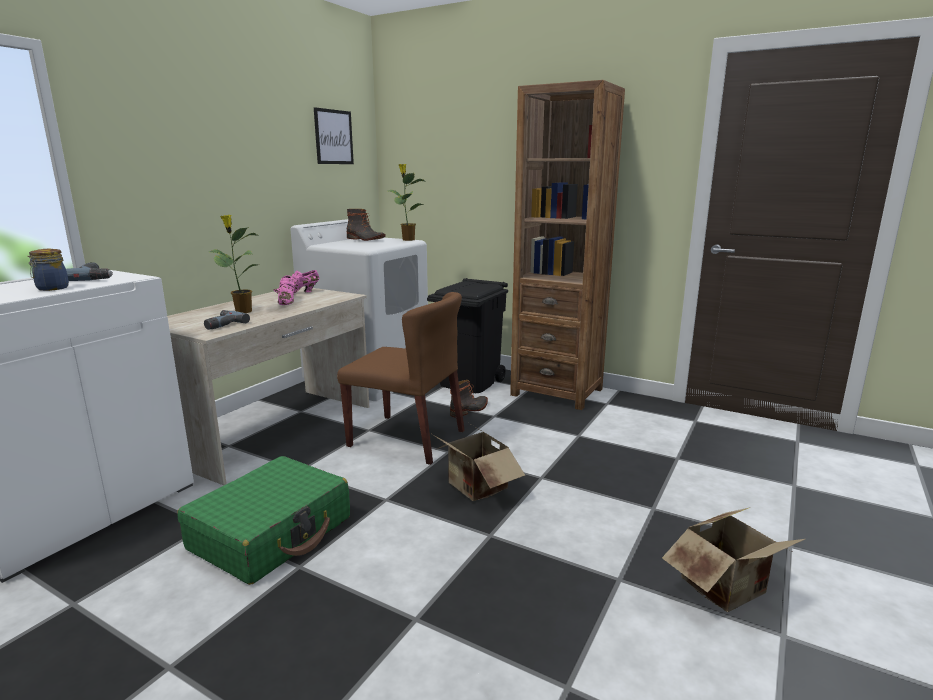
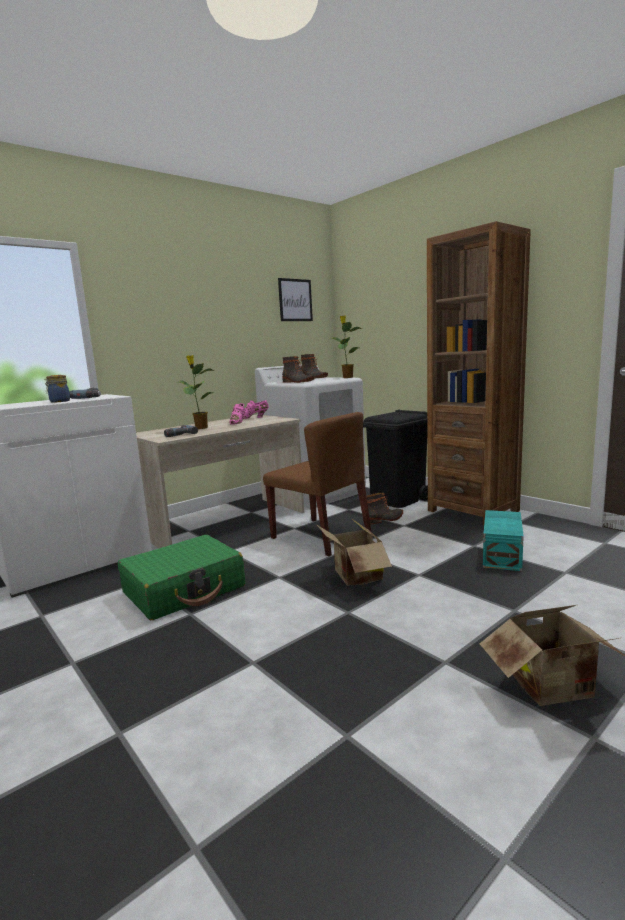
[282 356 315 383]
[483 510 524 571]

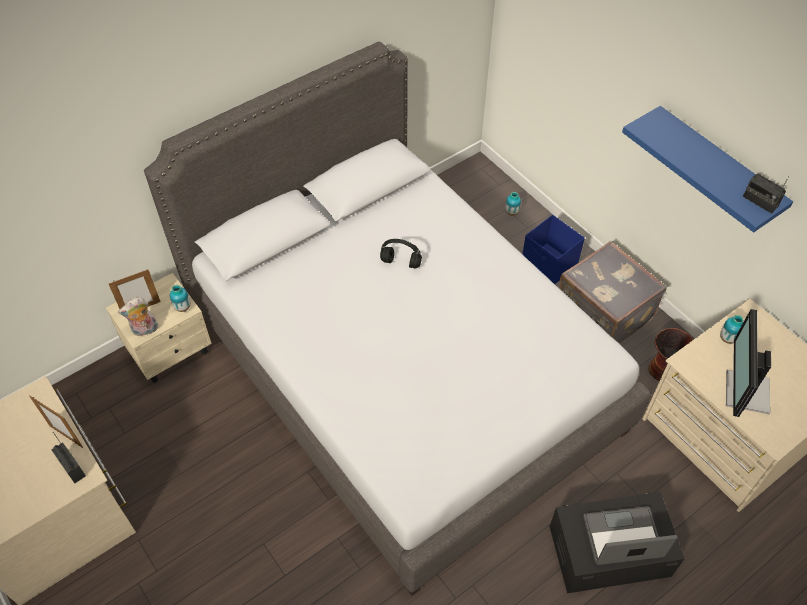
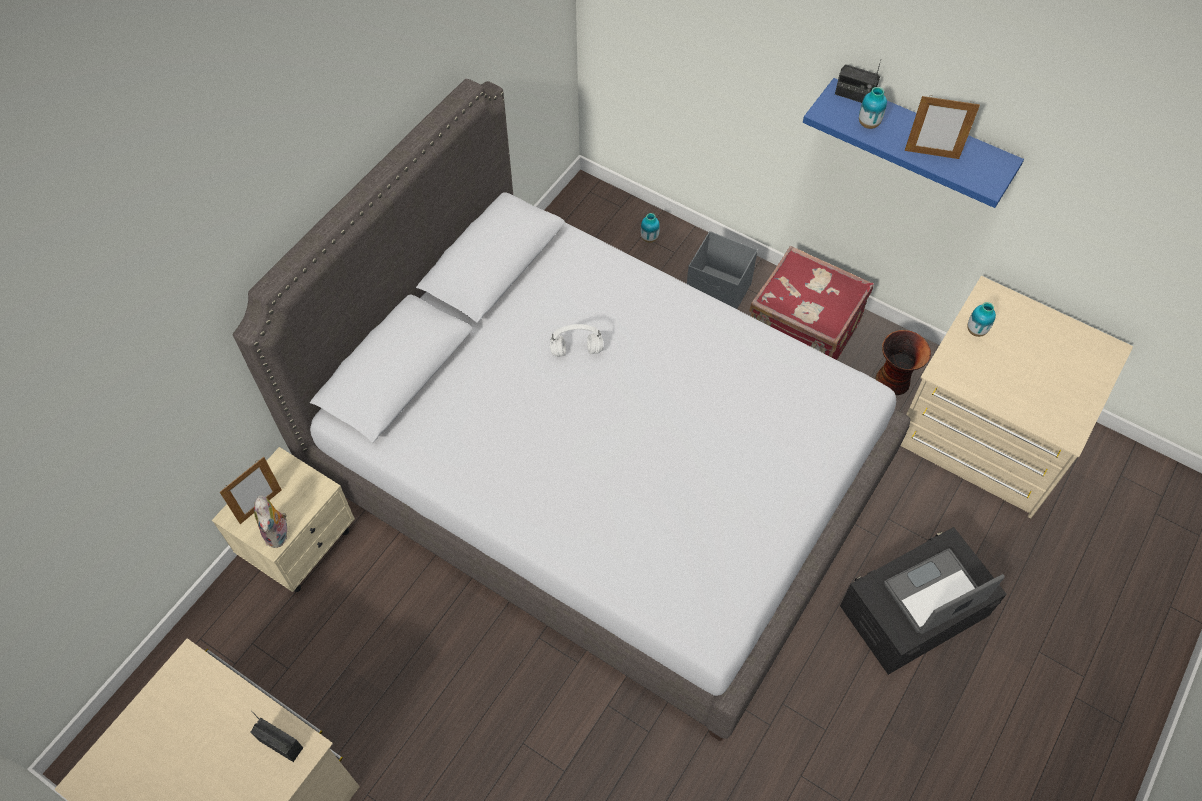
[835 60 881 103]
[687 231 758 309]
[550 324 603 357]
[749 246 874 360]
[859 87 887 129]
[254 495 287 548]
[726 309 771 417] (first image)
[905 96 980 159]

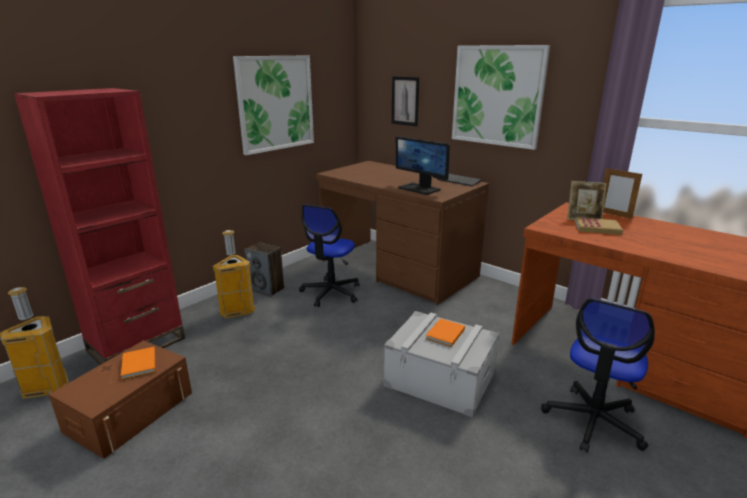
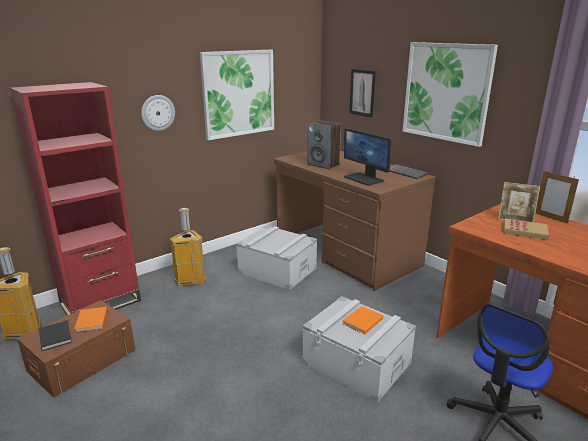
[236 225 317 290]
[307 120 341 169]
[141 95 175 131]
[39 321 72 351]

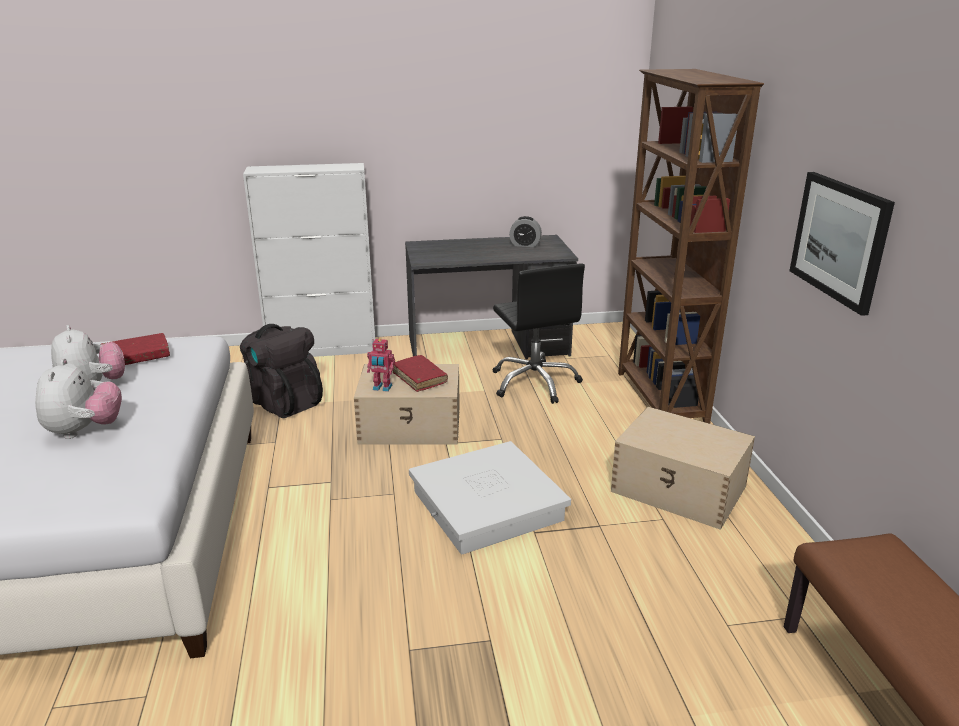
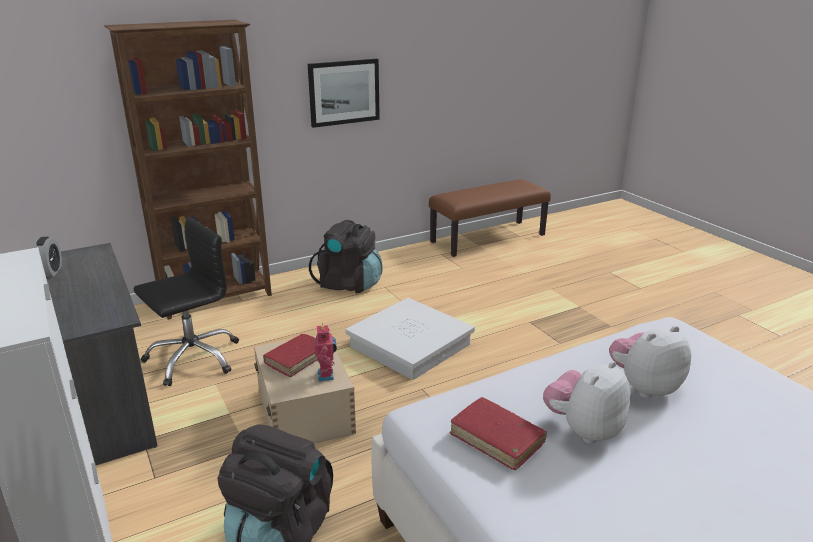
[309 220 383 293]

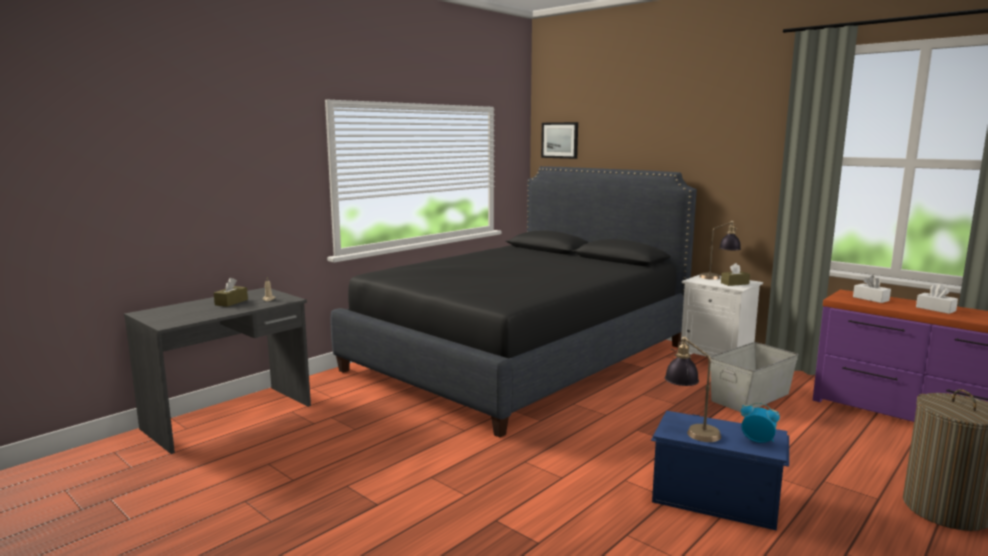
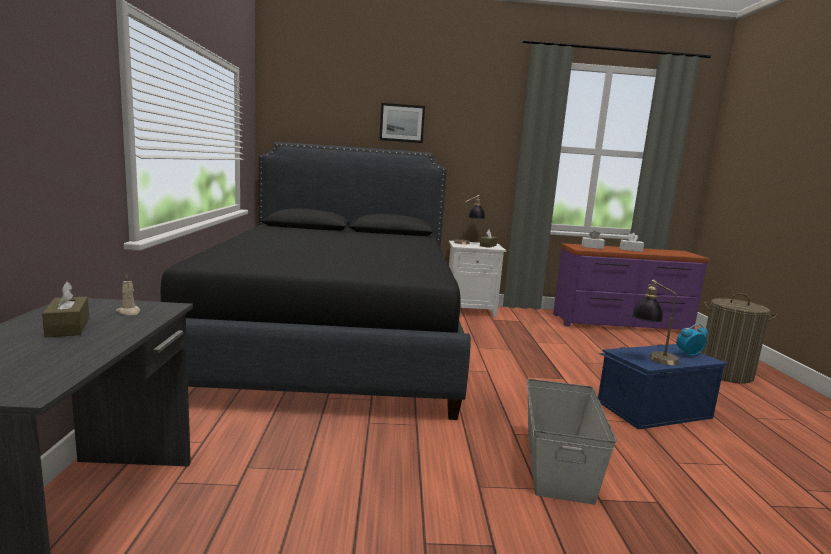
[380 103 425 143]
[527 379 616 505]

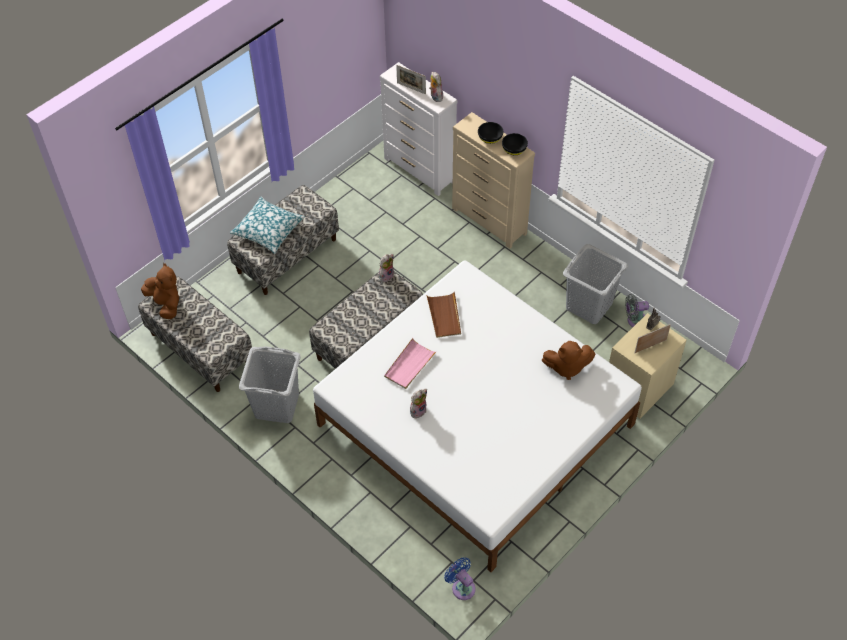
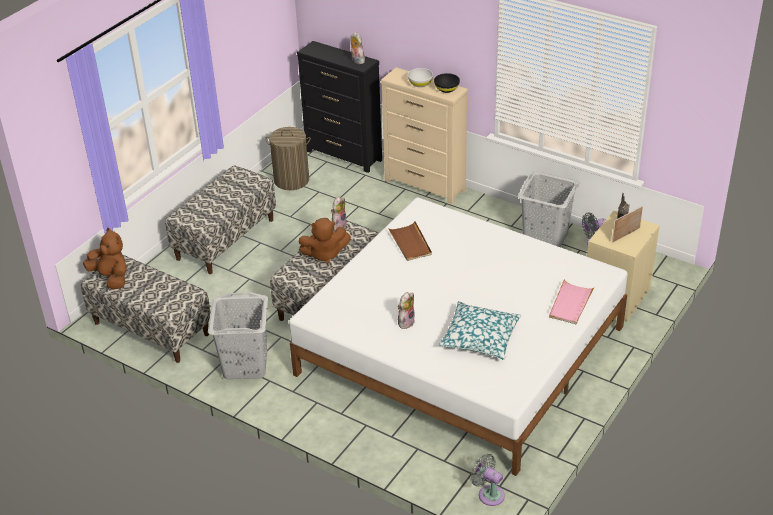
[297 41 382 173]
[396 65 426 94] (first image)
[408 68 433 87]
[439 301 521 360]
[549 279 595 324]
[299 218 351 264]
[471 454 505 506]
[265 127 311 190]

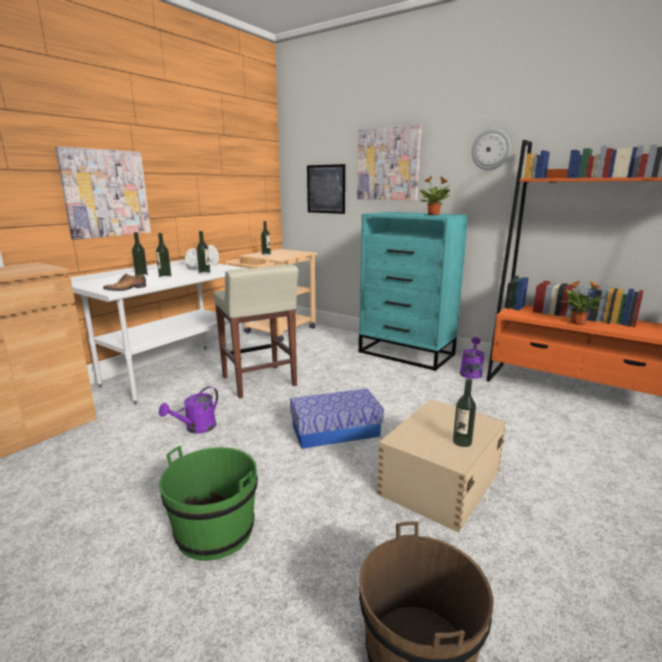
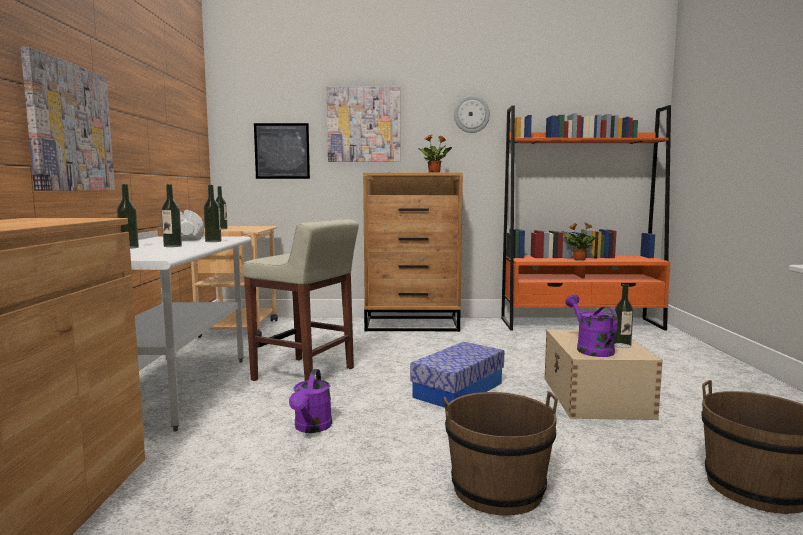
[363 173 463 332]
[103 274 146 291] (first image)
[565 295 618 357]
[444 391 558 516]

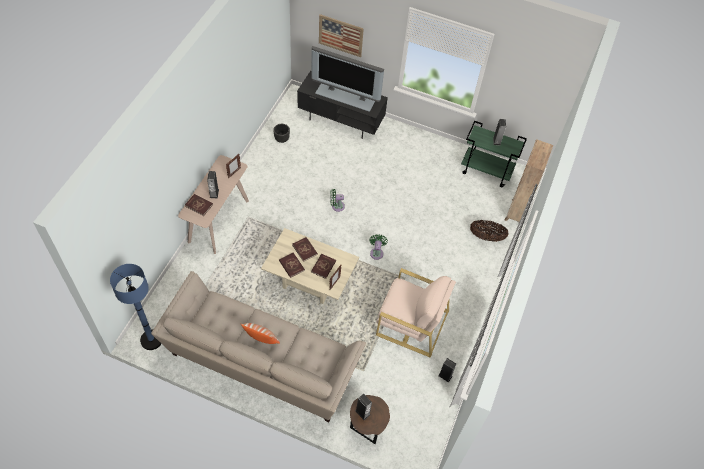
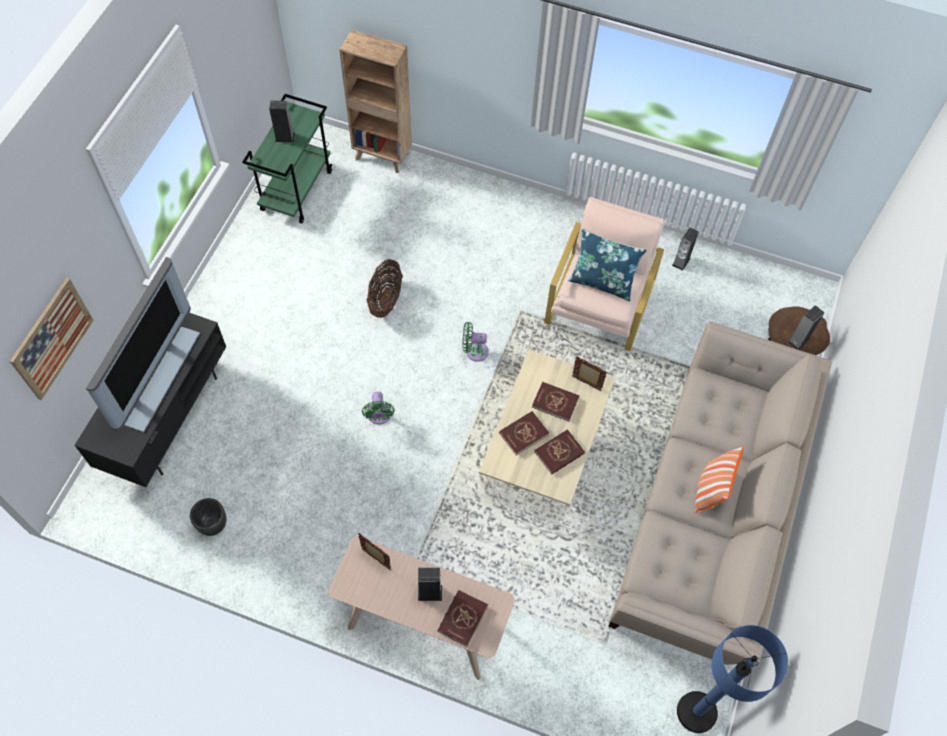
[367 259 403 318]
[568 229 647 302]

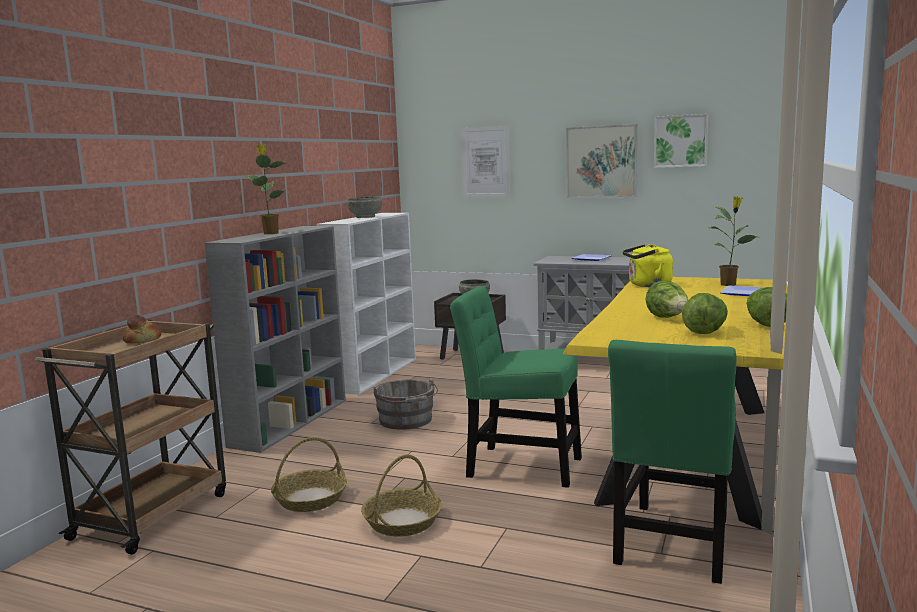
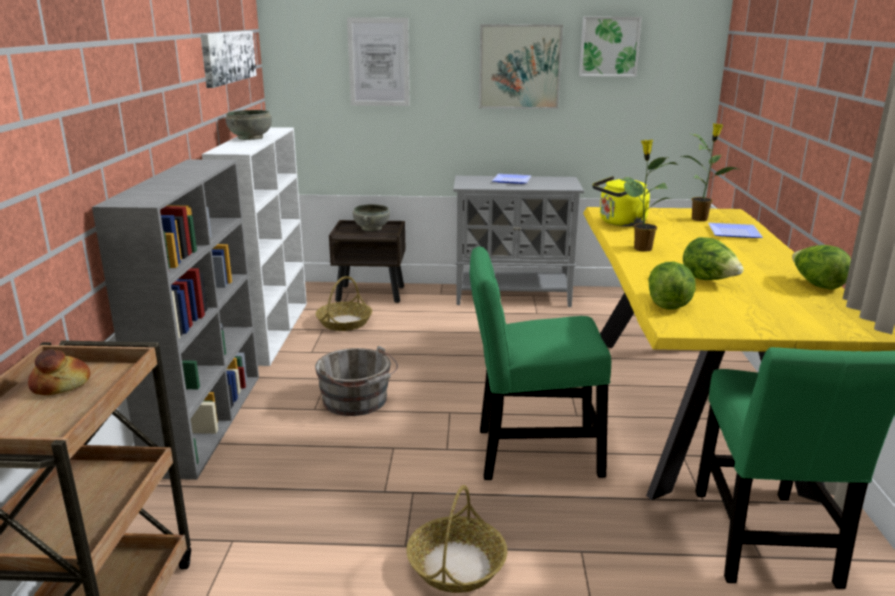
[620 139 679 252]
[648 262 696 310]
[316 276 372 331]
[201 31 257 88]

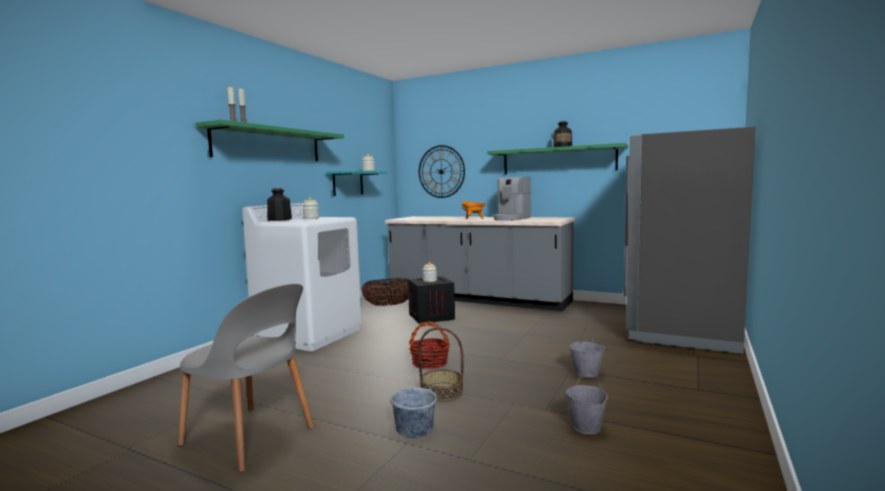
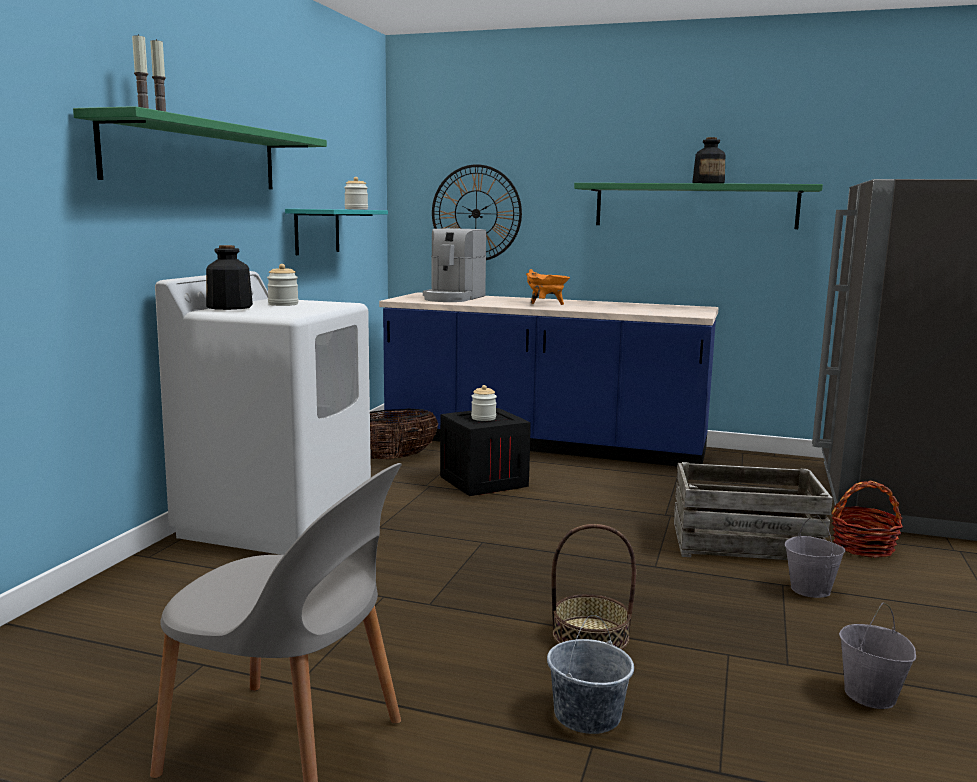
[423 228 486 302]
[379 292 718 467]
[832 481 903 558]
[674 462 833 560]

